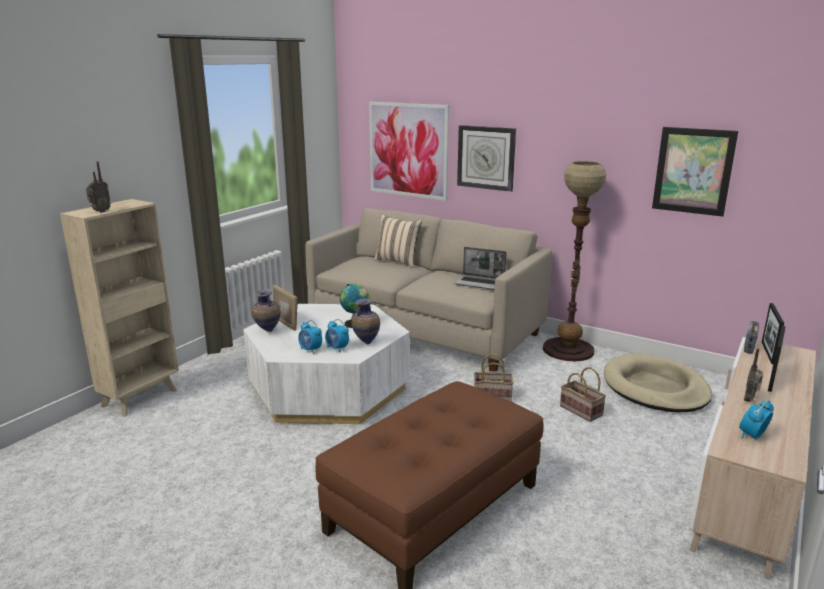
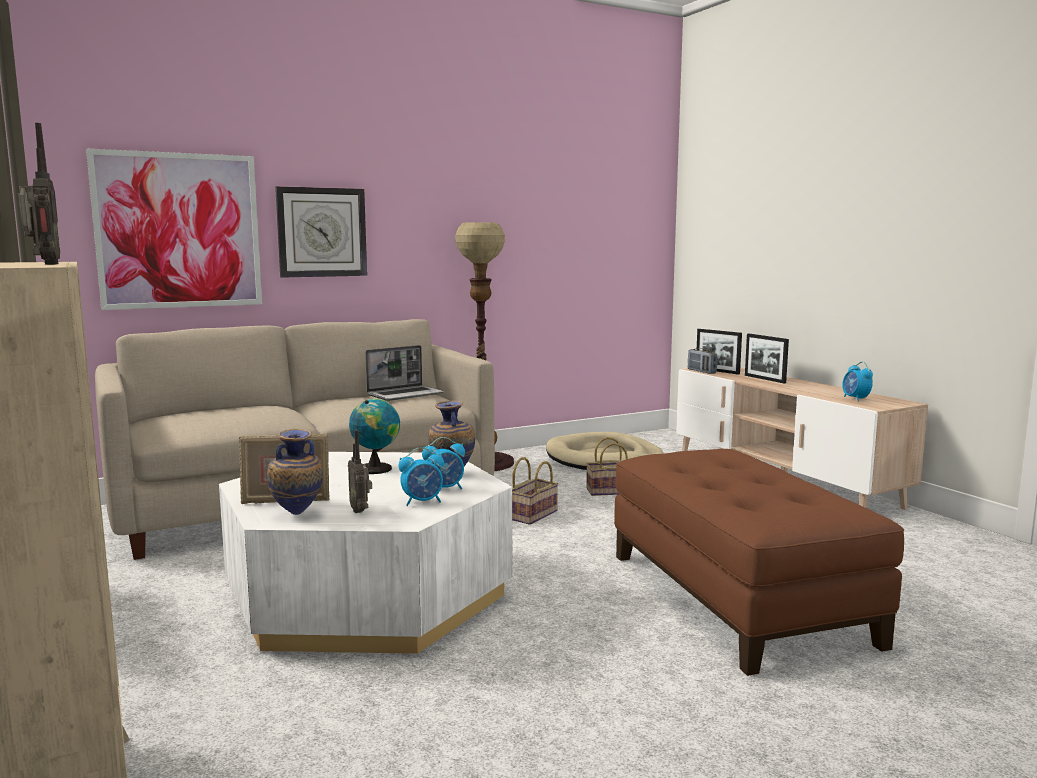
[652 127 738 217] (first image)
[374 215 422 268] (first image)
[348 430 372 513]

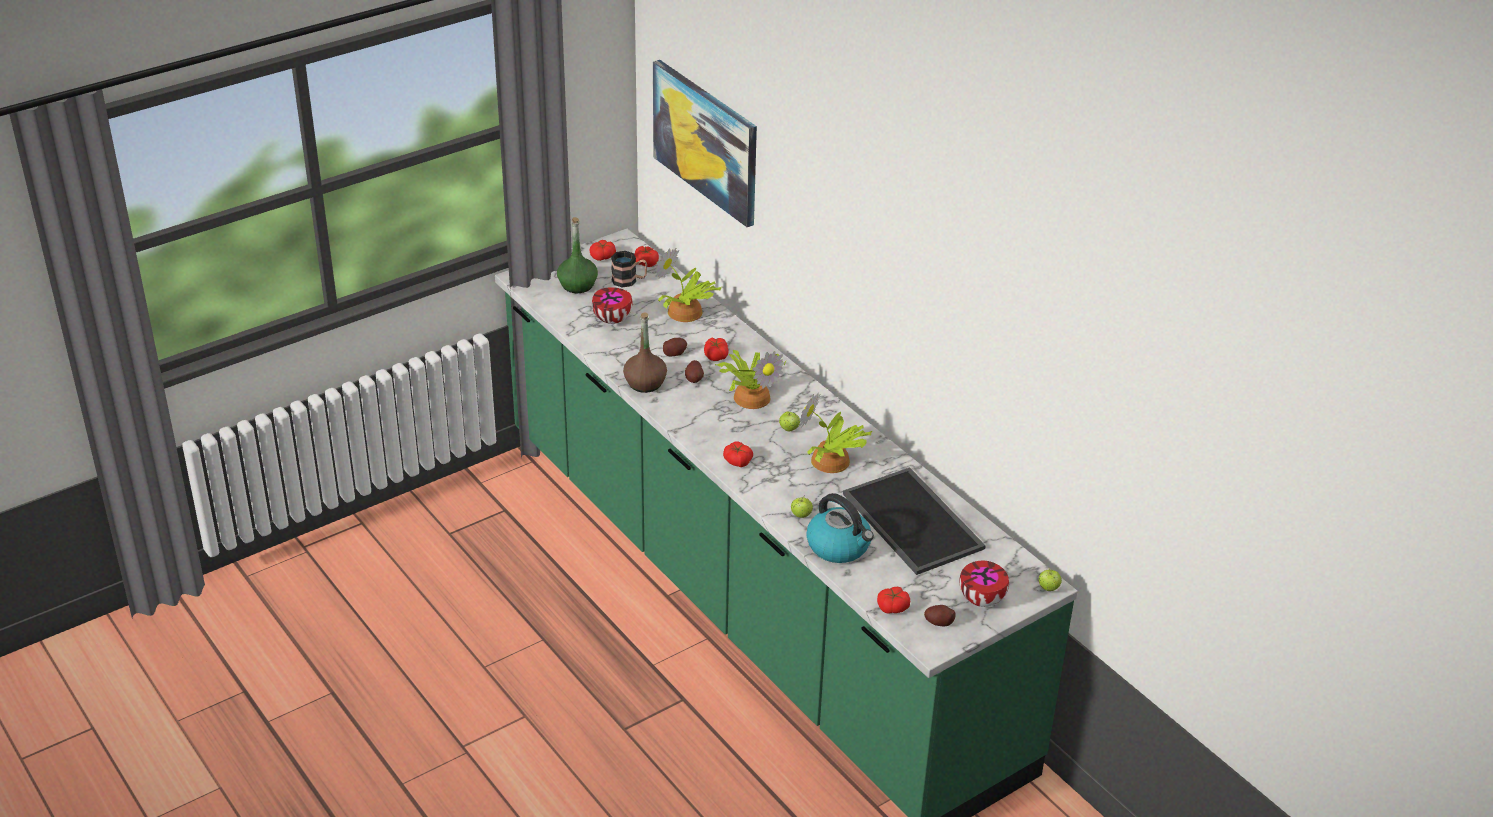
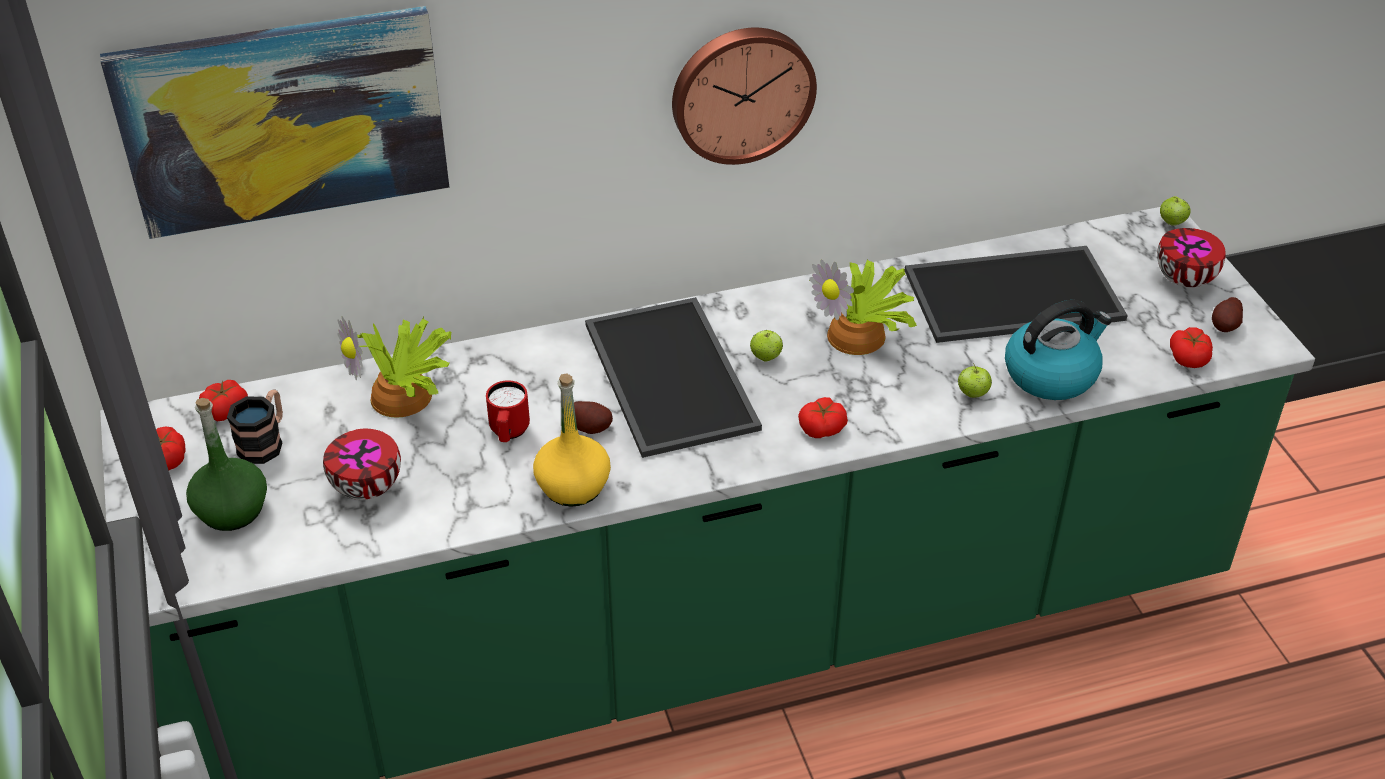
[533 373 611 507]
[486 380 530 442]
[704 338 729 361] (first image)
[585 297 762 458]
[672 28 817 165]

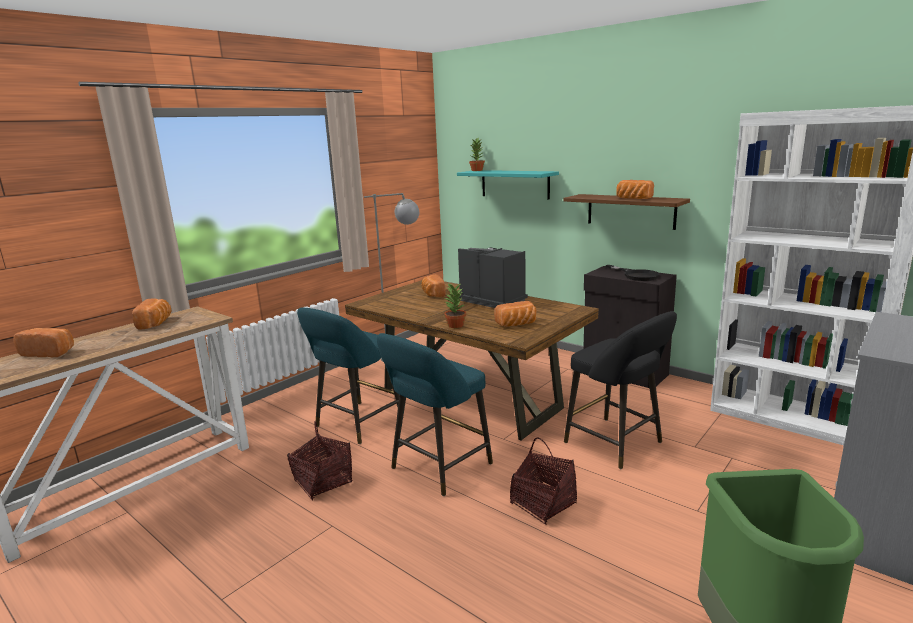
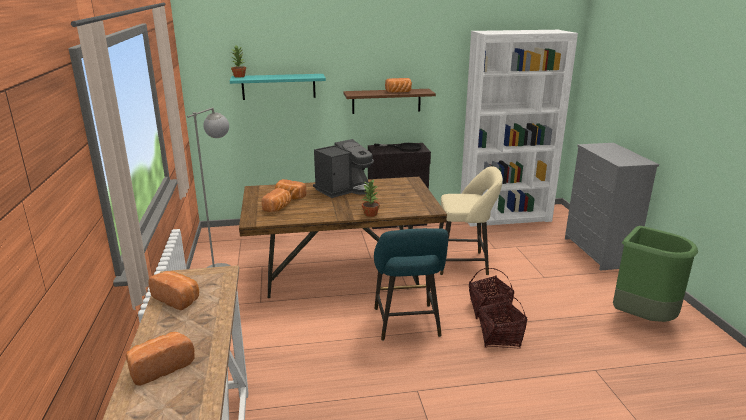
[313 139 374 198]
[262 188 291 212]
[297 307 404 444] (first image)
[439 166 503 275]
[478 292 527 348]

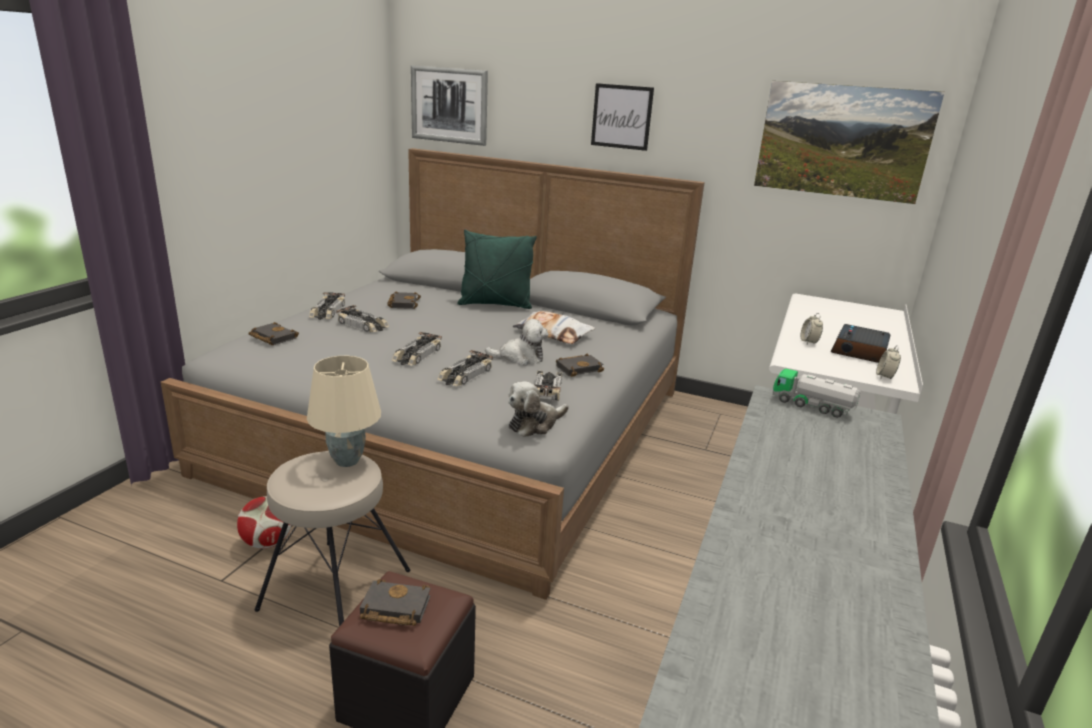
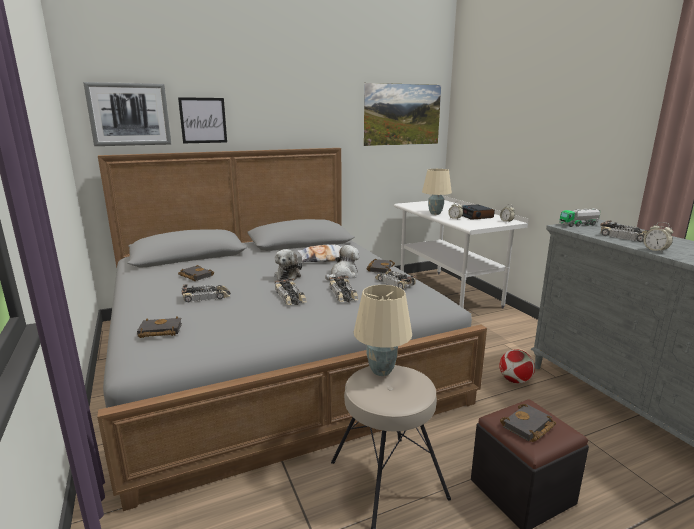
[178 97 227 143]
[457 229 537 309] (first image)
[600 220 649 242]
[274 249 302 281]
[499 350 535 383]
[422 169 452 215]
[643 222 673 252]

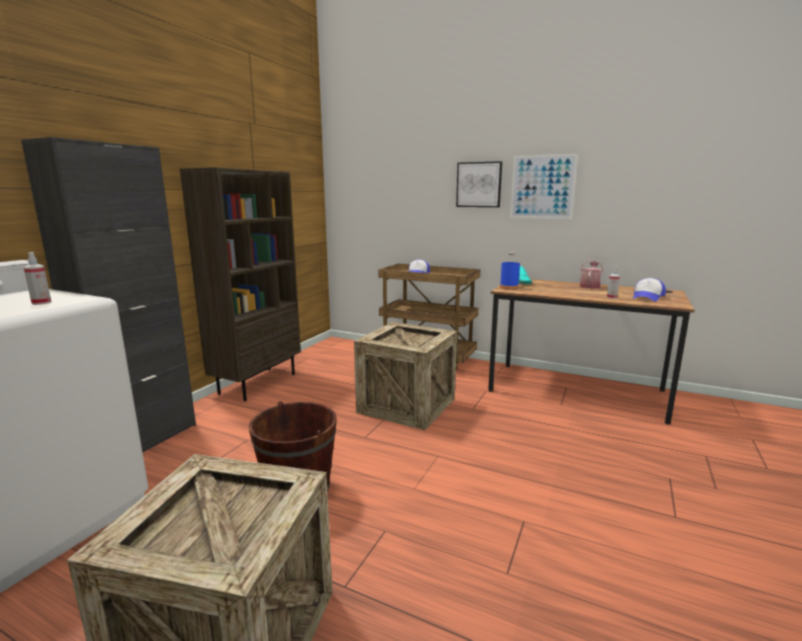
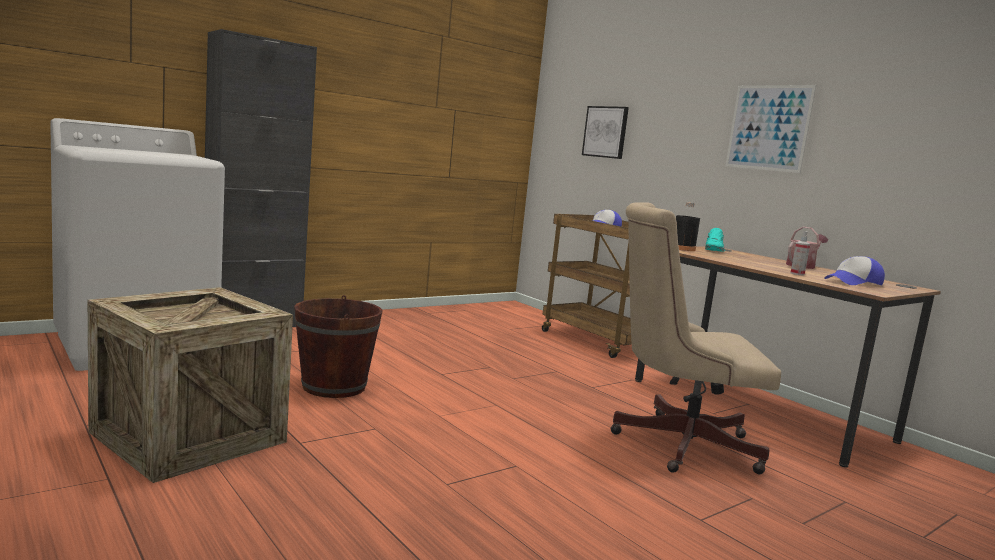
[582 106 629 159]
[180 167 301 401] (first image)
[24 252 51 305] (first image)
[676 202 700 251]
[354 322 457 430] (first image)
[610 202 781 474]

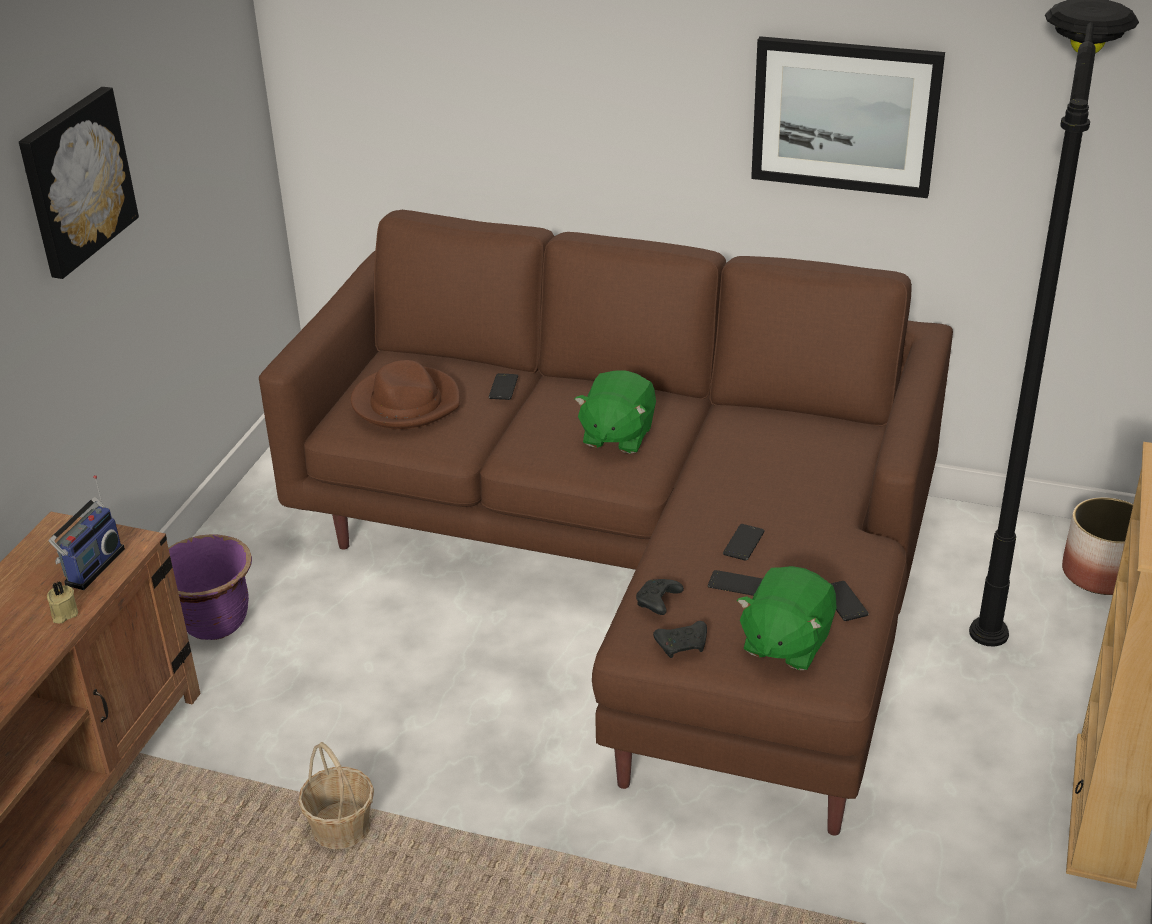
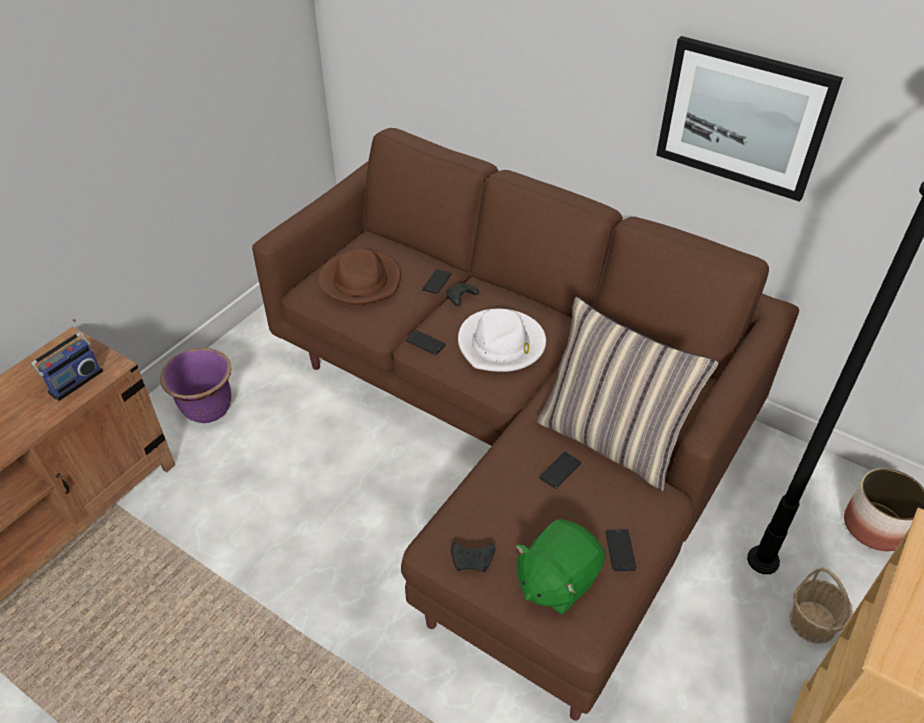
[19 87 139 279] (first image)
[458 309 546 372]
[406 330 446 355]
[446 283 479 306]
[47 582 78 624] (first image)
[789 567 853 644]
[536 297 719 491]

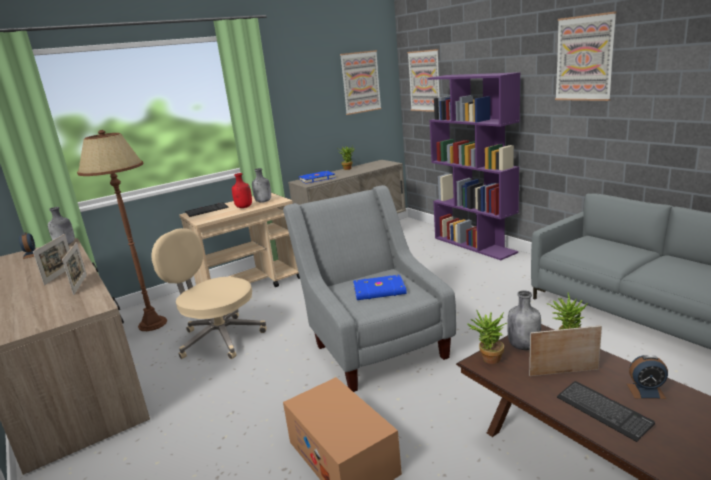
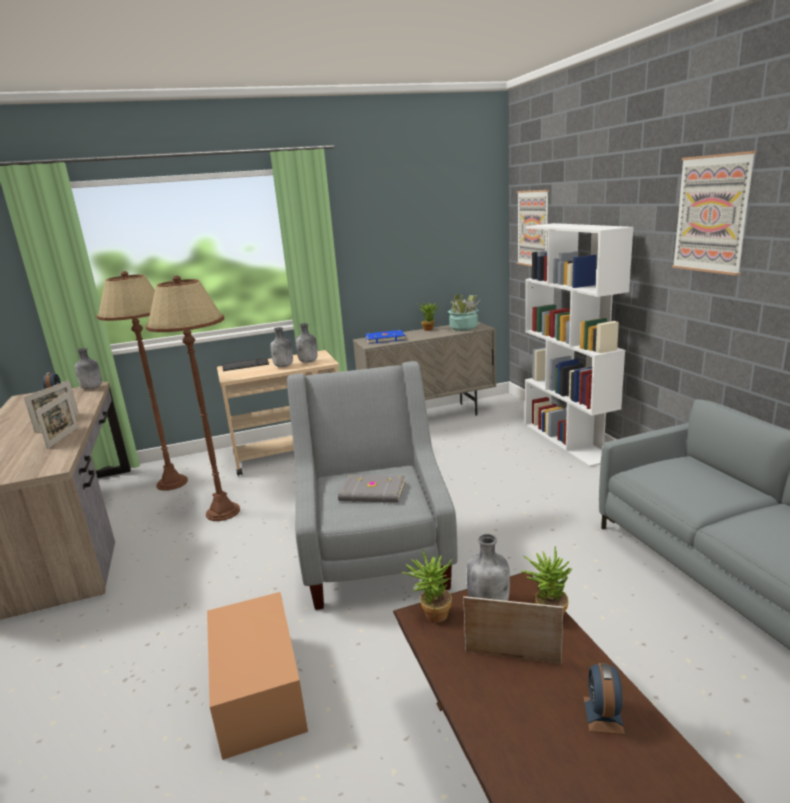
[340 50 382 115] (first image)
[525 223 634 467]
[270 327 293 367]
[146 275 240 521]
[338 475 405 503]
[583 663 625 735]
[557 381 655 442] (first image)
[448 294 481 331]

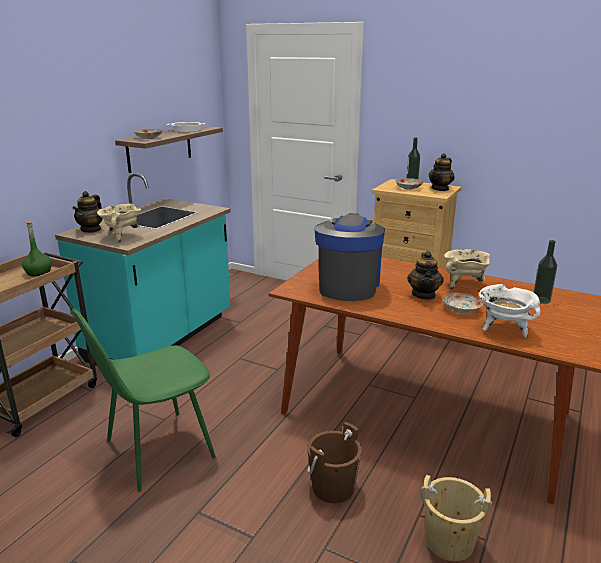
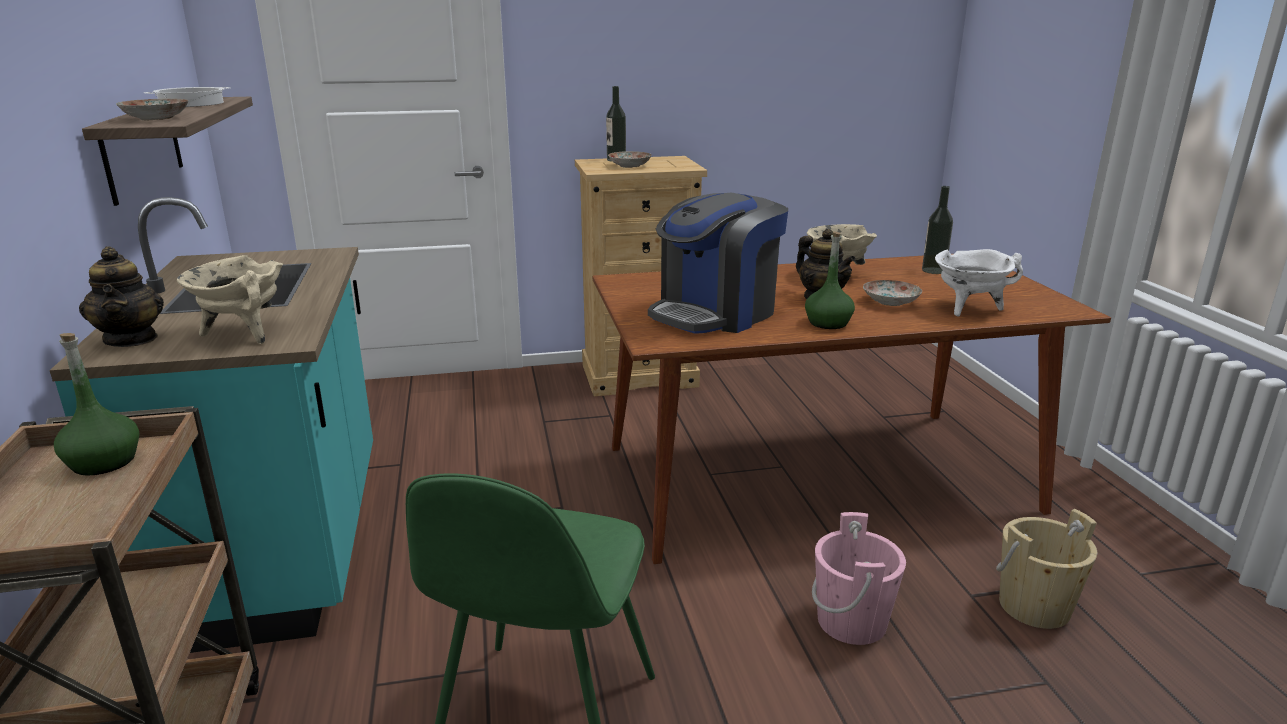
[428 153 455 191] (first image)
[648 193 788 334]
[812 512 906 645]
[805 231 855 329]

